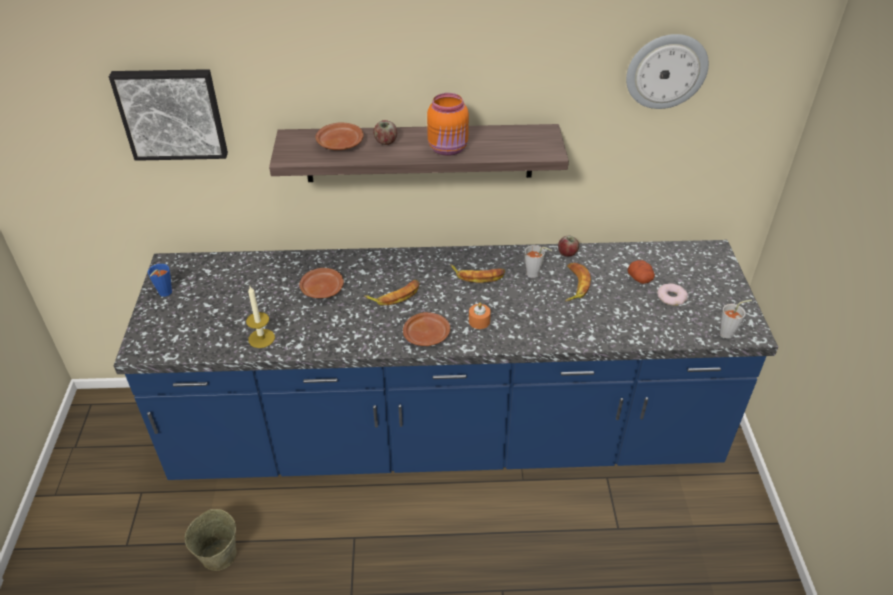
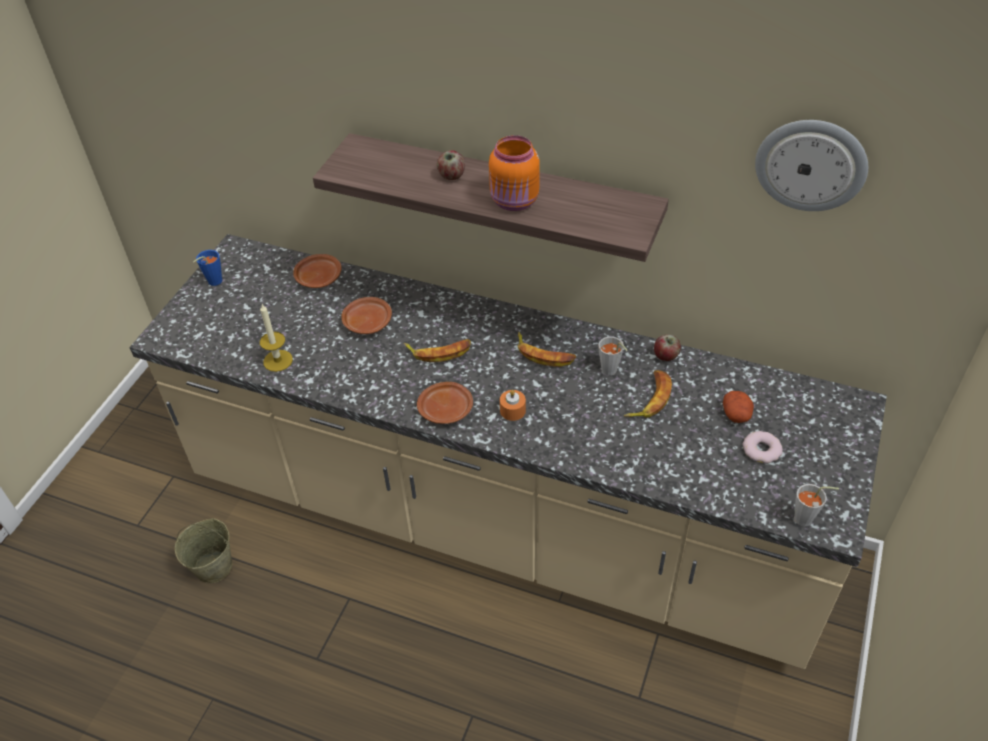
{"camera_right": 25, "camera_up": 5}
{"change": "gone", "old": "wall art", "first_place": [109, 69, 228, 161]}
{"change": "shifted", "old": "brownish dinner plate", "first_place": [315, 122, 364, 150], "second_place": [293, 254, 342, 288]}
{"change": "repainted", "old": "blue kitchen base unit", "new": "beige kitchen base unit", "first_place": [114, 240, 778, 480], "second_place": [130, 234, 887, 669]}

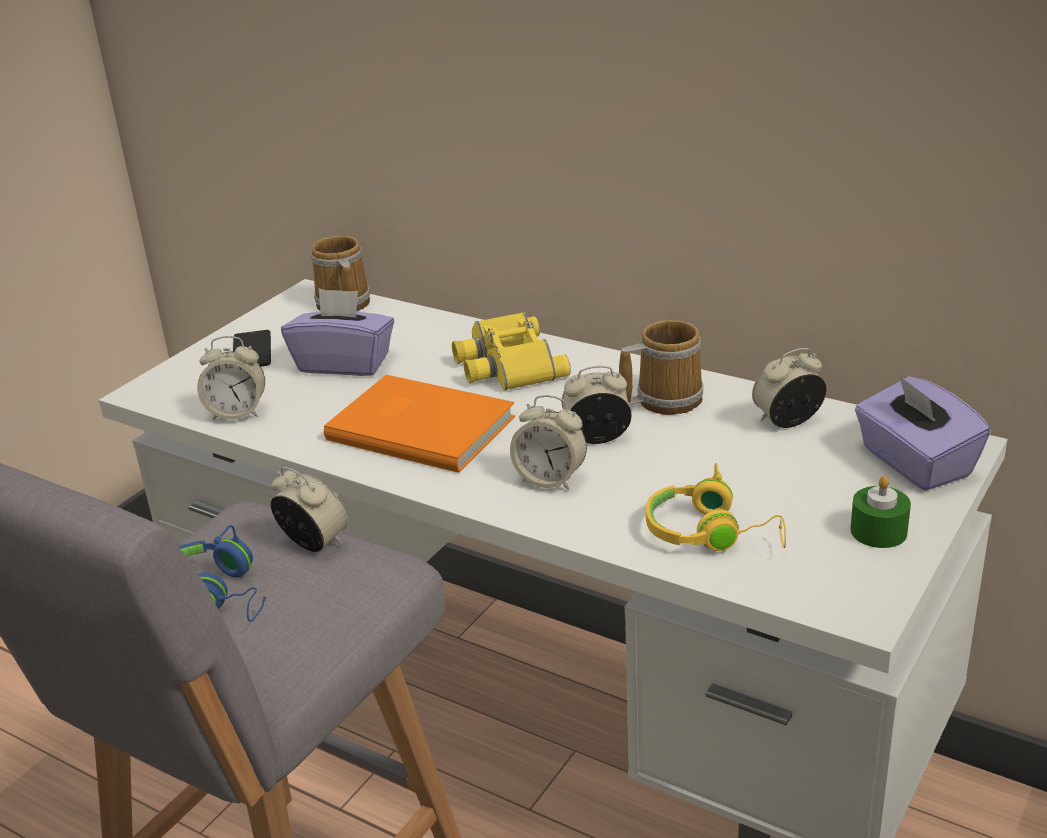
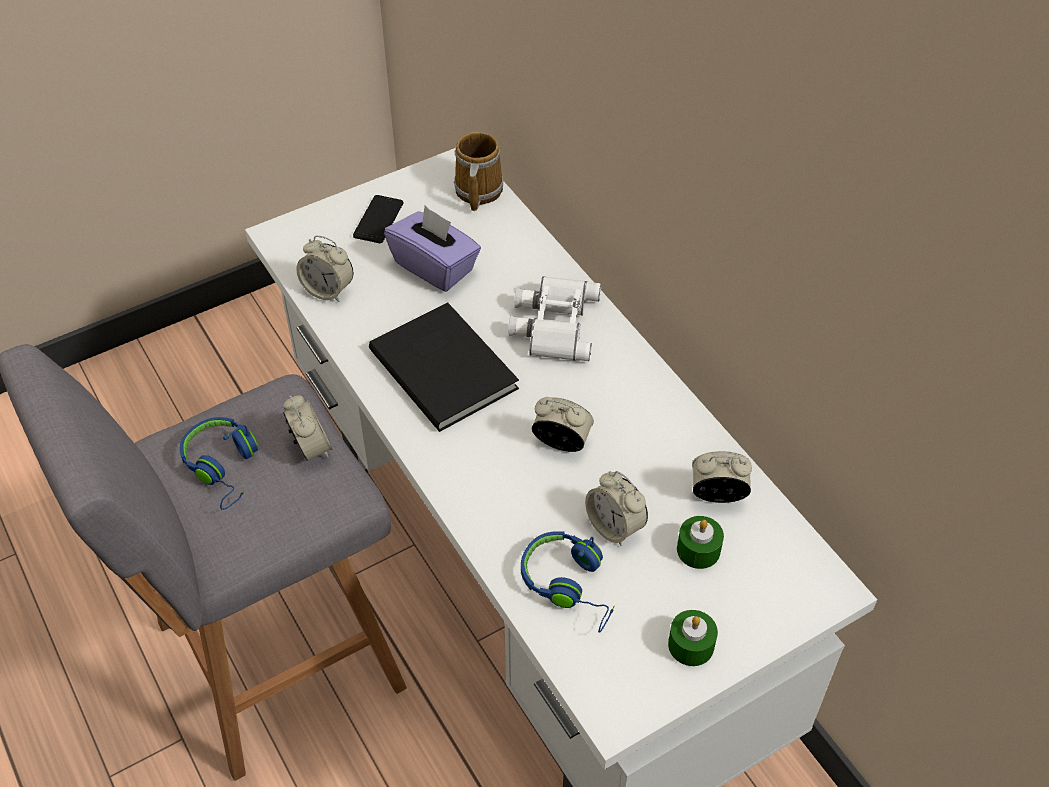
{"camera_right": 25, "camera_up": 20}
{"change": "gone", "old": "tea mug", "first_place": [619, 320, 703, 415]}
{"change": "gone", "old": "purple-coloured tissue holder", "first_place": [855, 374, 991, 491]}
{"change": "new", "new": "green wax candle", "second_place": [677, 516, 724, 569]}
{"change": "shifted", "old": "alarm clock", "first_place": [510, 395, 587, 490], "second_place": [585, 471, 648, 546]}
{"change": "repainted", "old": "orange-coloured book", "new": "black-coloured book", "first_place": [324, 375, 515, 473], "second_place": [369, 302, 519, 432]}
{"change": "repainted", "old": "yellowish pair of binoculars", "new": "whitish pair of binoculars", "first_place": [452, 312, 571, 391], "second_place": [508, 276, 601, 361]}
{"change": "repainted", "old": "yellowish headset", "new": "blue headset", "first_place": [646, 463, 786, 551], "second_place": [521, 531, 615, 633]}

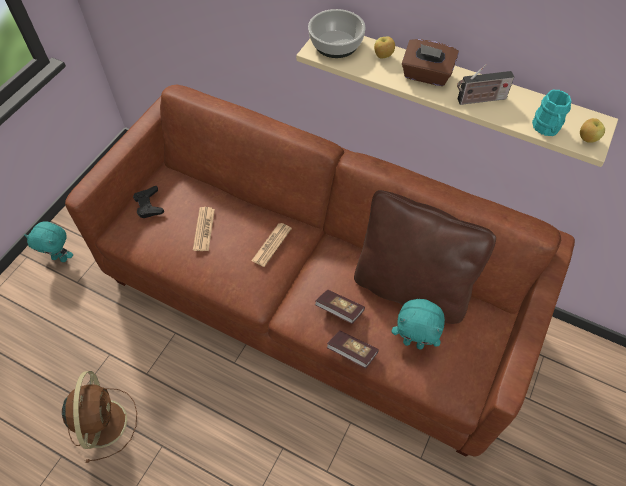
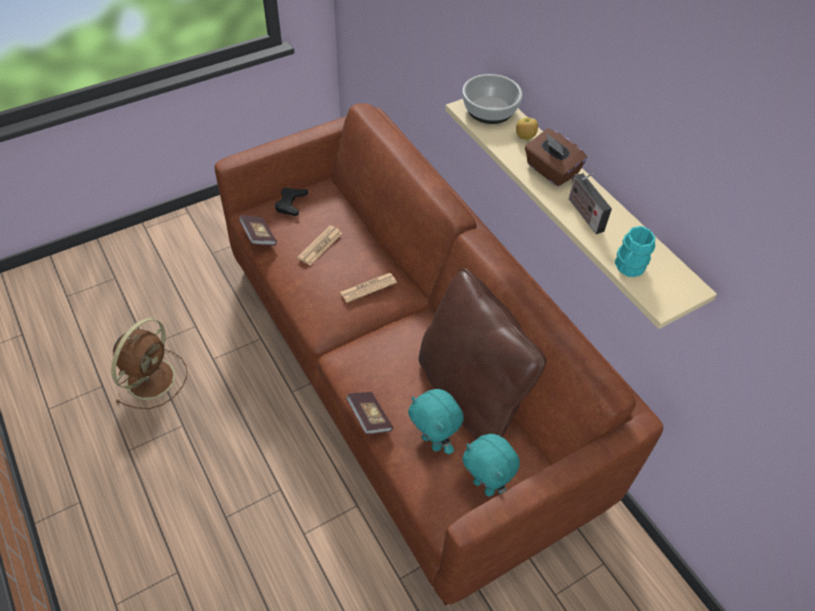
{"camera_right": 30, "camera_up": -5}
{"change": "gone", "old": "apple", "first_place": [580, 118, 605, 143]}
{"change": "shifted", "old": "turquoise soft toy", "first_place": [24, 222, 73, 262], "second_place": [462, 434, 520, 497]}
{"change": "shifted", "old": "book", "first_place": [315, 290, 365, 324], "second_place": [239, 215, 277, 245]}
{"change": "rotated", "old": "radio set", "first_place": [457, 64, 514, 105], "second_place": [569, 173, 612, 234], "degrees": 45}

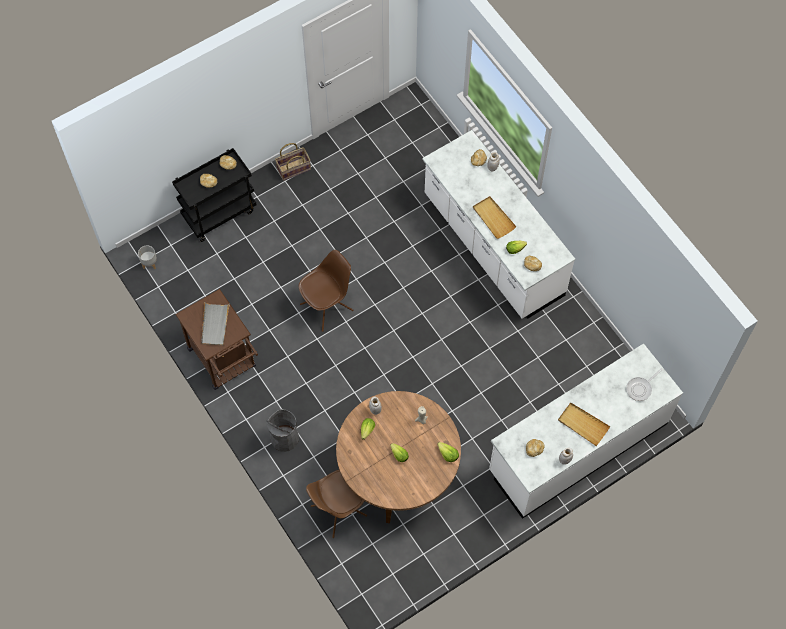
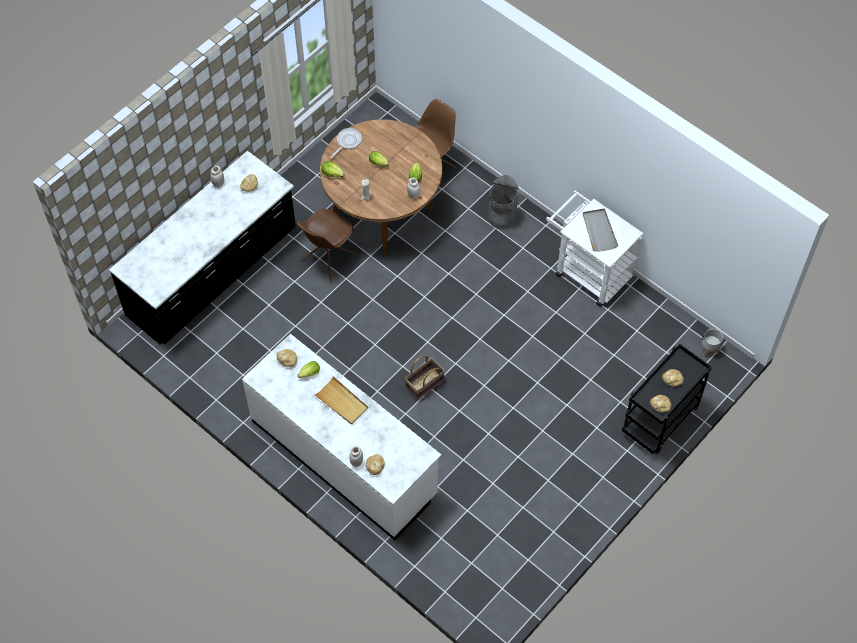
{"camera_right": 165, "camera_up": -5}
{"change": "gone", "old": "beige serving tray", "first_place": [558, 403, 610, 446]}
{"change": "shifted", "old": "basket", "first_place": [275, 143, 311, 181], "second_place": [405, 355, 445, 400]}
{"change": "shifted", "old": "brownish plain chair", "first_place": [299, 250, 353, 332], "second_place": [296, 209, 357, 282]}
{"change": "shifted", "old": "skillet", "first_place": [626, 368, 663, 401], "second_place": [330, 128, 362, 158]}
{"change": "repainted", "old": "brownish trolley", "new": "whitish trolley", "first_place": [175, 289, 258, 390], "second_place": [546, 191, 644, 307]}
{"change": "repainted", "old": "whitish kitchen base unit", "new": "black-coloured kitchen base unit", "first_place": [489, 343, 683, 519], "second_place": [109, 151, 296, 345]}

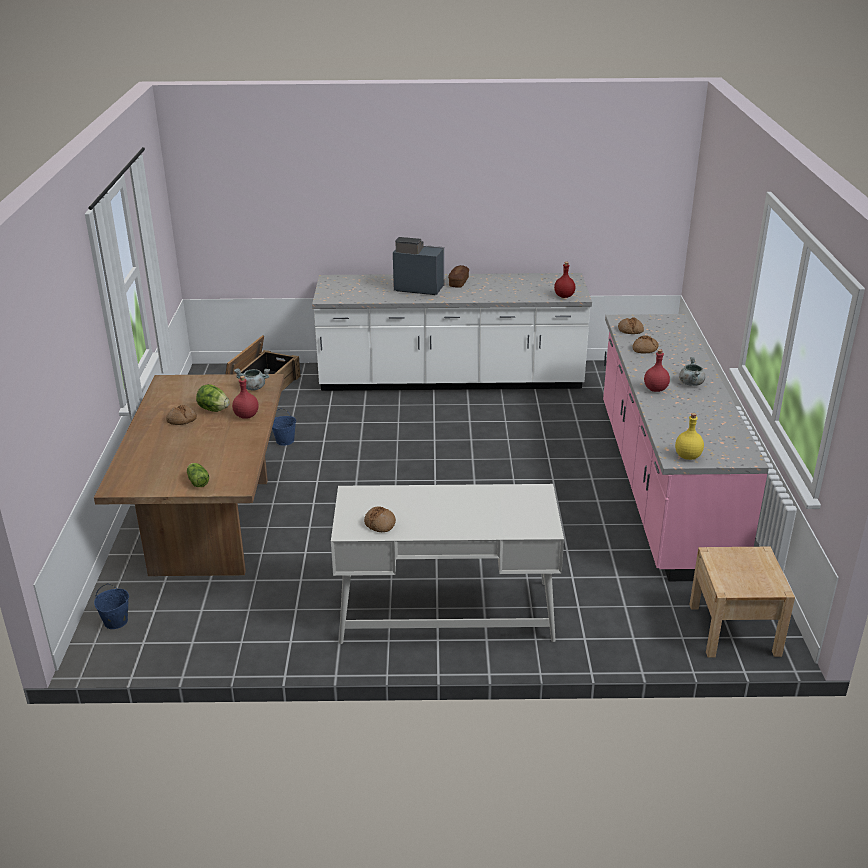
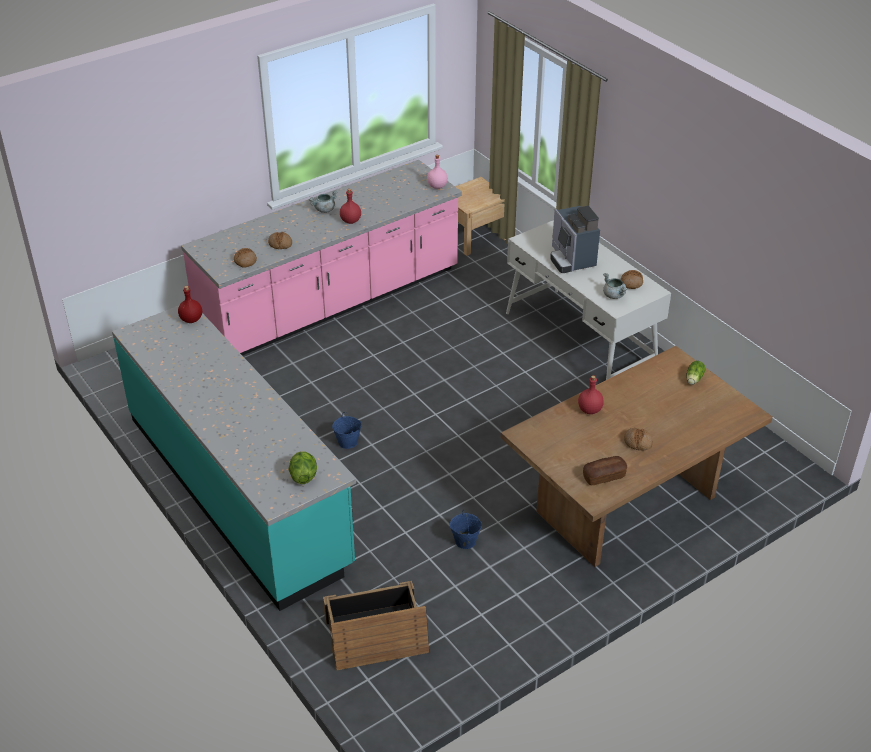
{"camera_right": -125, "camera_up": 10}
{"change": "shifted", "old": "blue bucket", "first_place": [94, 584, 129, 629], "second_place": [332, 412, 362, 449]}
{"change": "shifted", "old": "lettuce head", "first_place": [196, 384, 230, 412], "second_place": [288, 451, 317, 484]}
{"change": "shifted", "old": "greyish saucepot", "first_place": [234, 369, 270, 390], "second_place": [603, 273, 627, 299]}
{"change": "shifted", "old": "coffee maker", "first_place": [393, 237, 444, 295], "second_place": [550, 206, 600, 273]}
{"change": "shifted", "old": "bakery bread", "first_place": [448, 265, 469, 288], "second_place": [583, 456, 627, 485]}
{"change": "repainted", "old": "whitish kitchen base unit", "new": "turquoise kitchen base unit", "first_place": [312, 273, 592, 391], "second_place": [112, 306, 356, 611]}
{"change": "repainted", "old": "yellowish drink bottle", "new": "pinkish drink bottle", "first_place": [675, 413, 704, 460], "second_place": [427, 155, 448, 189]}

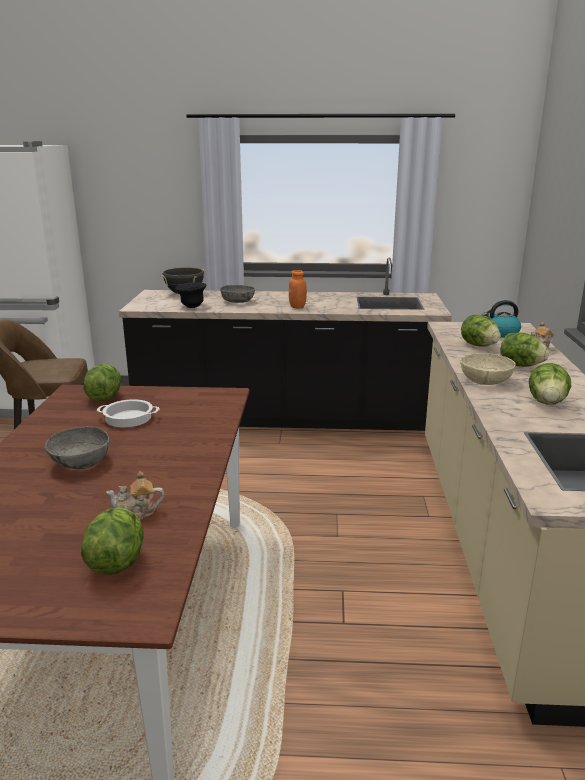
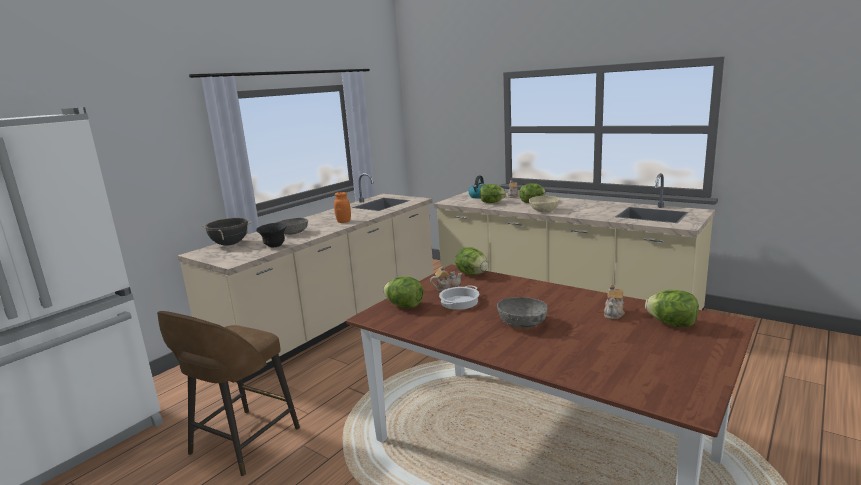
{"camera_right": -55, "camera_up": -5}
{"change": "new", "new": "pot for tea", "second_place": [430, 266, 462, 292]}
{"change": "shifted", "old": "lettuce head", "first_place": [529, 363, 571, 405], "second_place": [455, 247, 488, 275]}
{"change": "repainted", "old": "black-coloured kitchen base unit", "new": "beige kitchen base unit", "first_place": [119, 257, 452, 431], "second_place": [177, 173, 433, 383]}

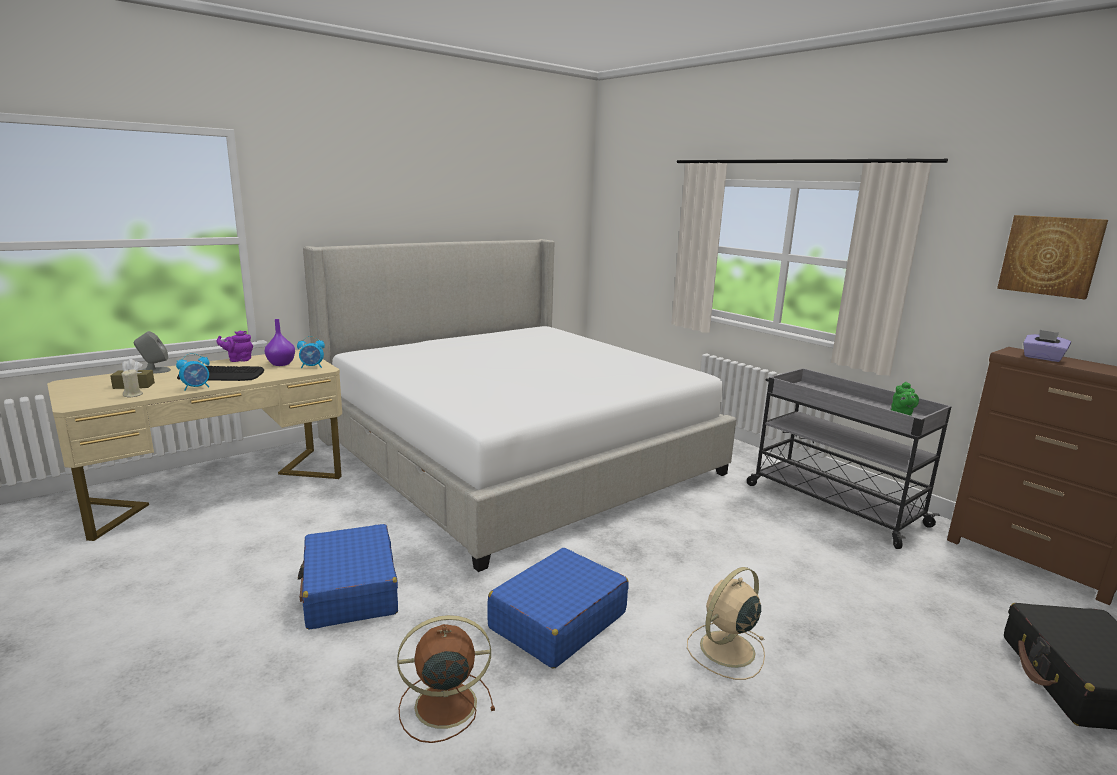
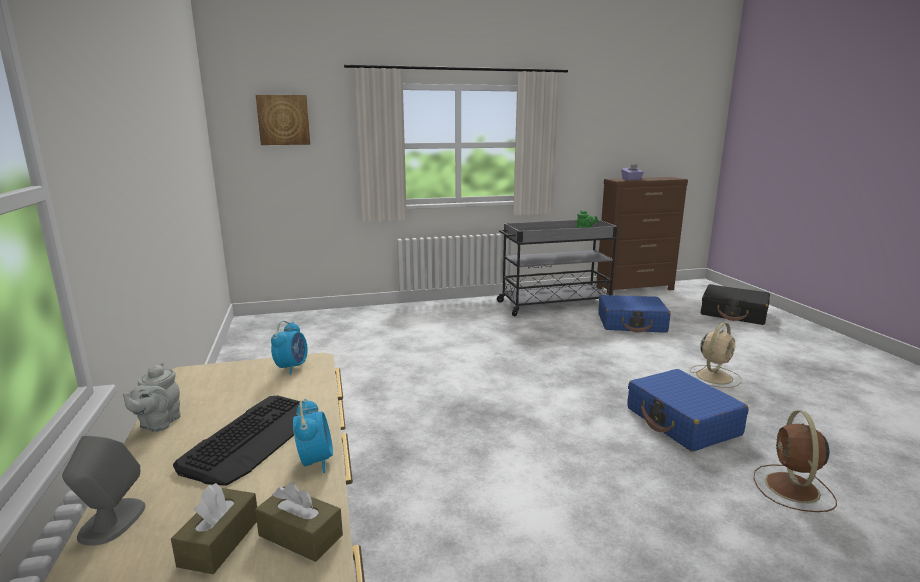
{"camera_right": -65, "camera_up": 0}
{"change": "gone", "old": "purple-coloured vase", "first_place": [265, 319, 295, 366]}
{"change": "gone", "old": "sleeping bed", "first_place": [303, 239, 736, 572]}
{"change": "shifted", "old": "blue piece of luggage", "first_place": [298, 524, 398, 629], "second_place": [598, 295, 671, 333]}
{"change": "shifted", "old": "wall art", "first_place": [997, 215, 1108, 299], "second_place": [256, 95, 310, 145]}
{"change": "swapped", "old": "beige wax candle", "new": "brownish tissue holder", "first_place": [122, 370, 143, 398], "second_place": [255, 482, 343, 562]}
{"change": "repainted", "old": "purple-coloured pot for tea", "new": "greyish pot for tea", "first_place": [217, 331, 253, 362], "second_place": [123, 362, 181, 432]}
{"change": "rotated", "old": "beige electric fan", "first_place": [687, 567, 765, 680], "second_place": [690, 322, 742, 388], "degrees": -120}

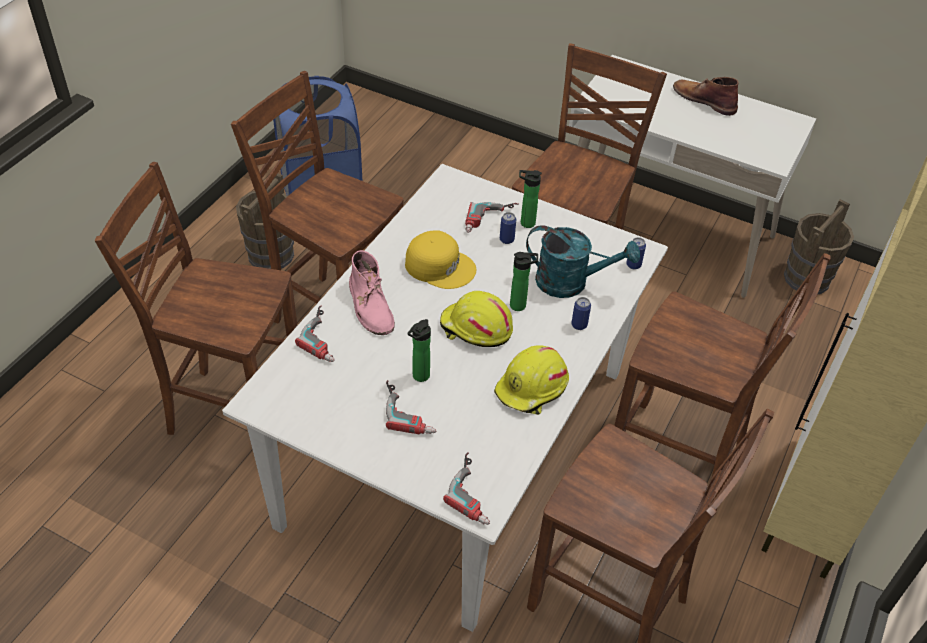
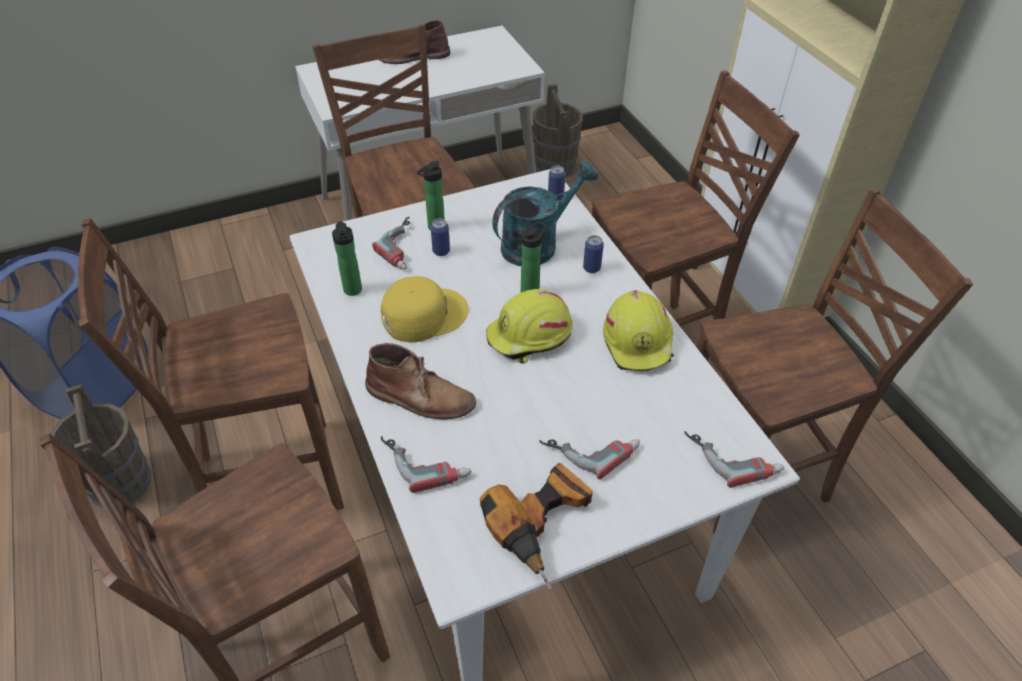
{"camera_right": -50, "camera_up": 0}
{"change": "new", "new": "electric drill", "second_place": [480, 462, 593, 590]}
{"change": "shifted", "old": "drink bottle", "first_place": [407, 319, 431, 382], "second_place": [332, 221, 362, 296]}
{"change": "repainted", "old": "pinkish boot", "new": "brownish boot", "first_place": [349, 250, 395, 335], "second_place": [365, 343, 476, 420]}

